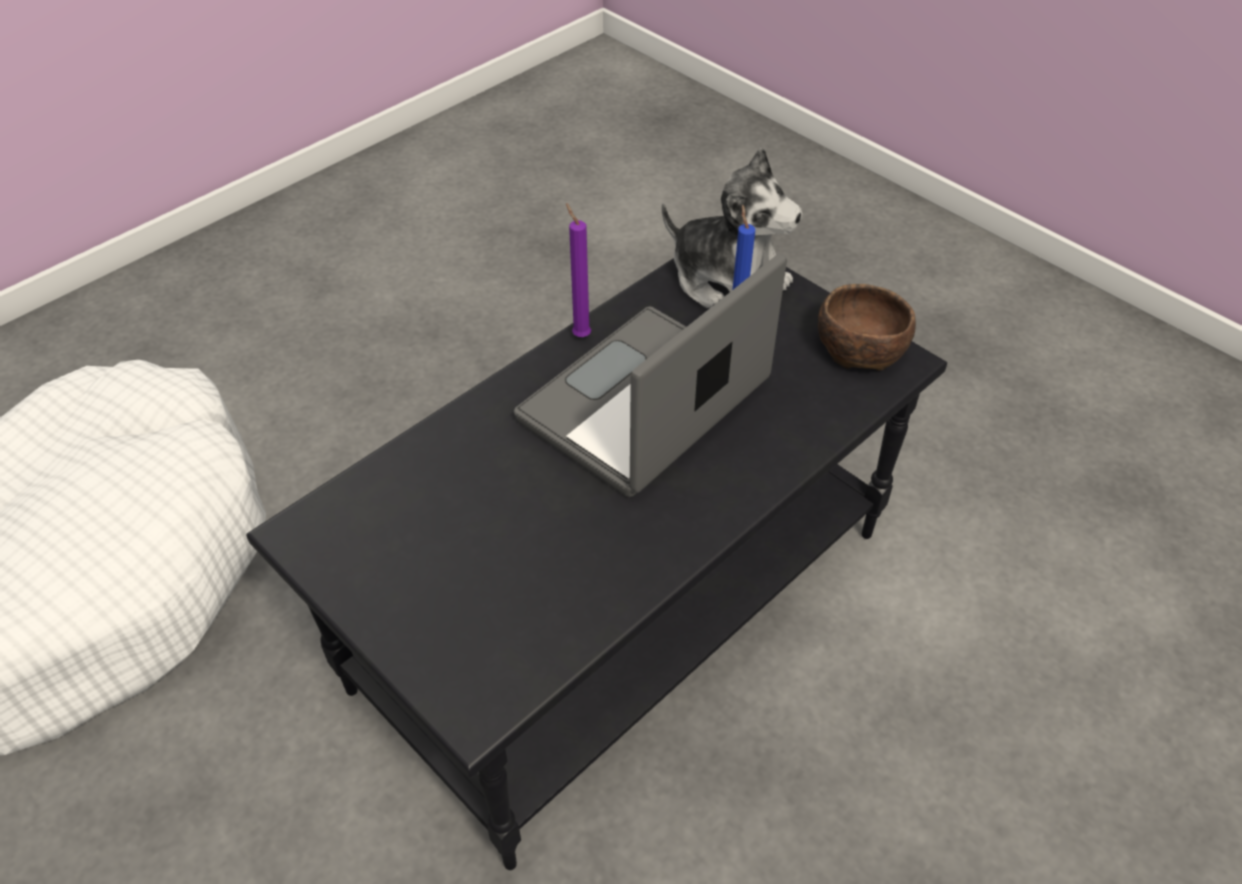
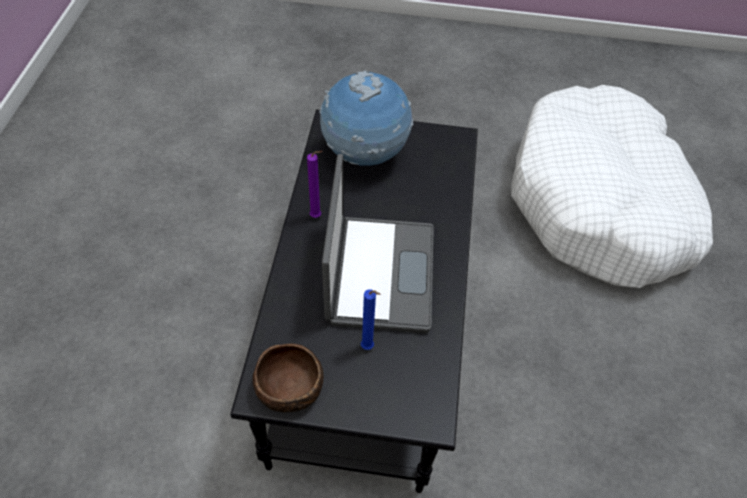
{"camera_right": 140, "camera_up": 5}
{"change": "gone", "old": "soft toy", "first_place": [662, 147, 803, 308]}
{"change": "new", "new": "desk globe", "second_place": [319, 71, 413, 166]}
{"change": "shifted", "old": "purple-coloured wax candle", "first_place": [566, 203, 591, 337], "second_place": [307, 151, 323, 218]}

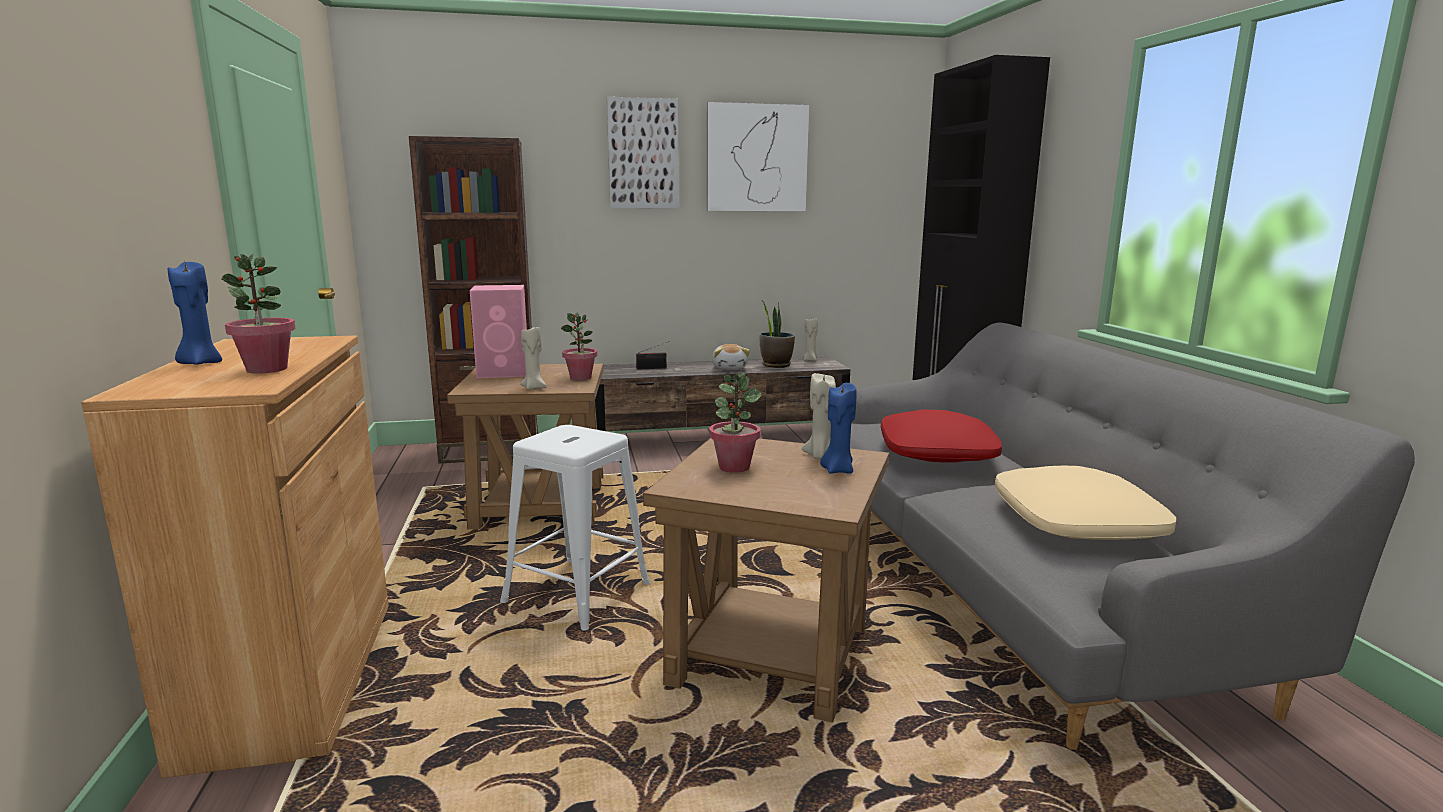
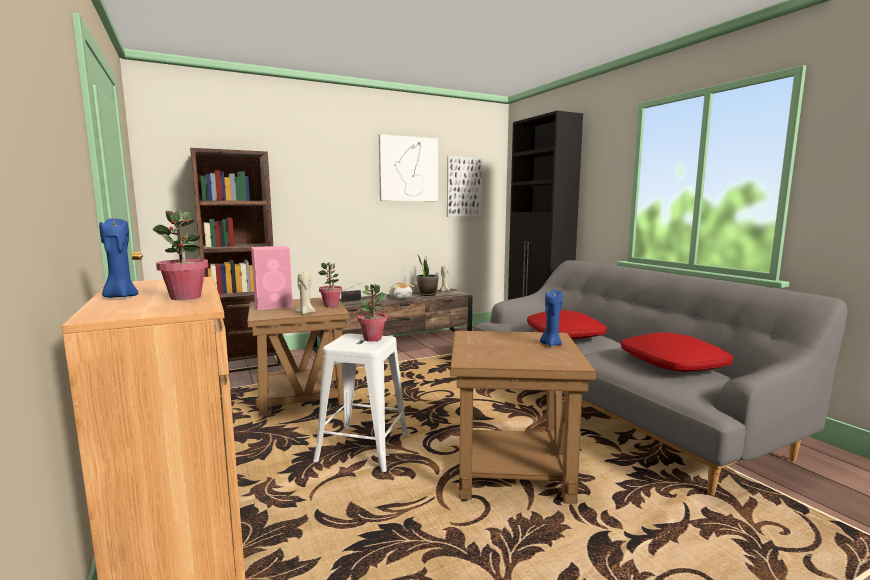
{"camera_right": -15, "camera_up": -5}
{"change": "gone", "old": "beige wax candle", "first_place": [801, 373, 836, 460]}
{"change": "shifted", "old": "wall art", "first_place": [607, 97, 679, 208], "second_place": [447, 156, 482, 217]}
{"change": "shifted", "old": "plant in a pot", "first_place": [709, 373, 762, 473], "second_place": [357, 284, 387, 341]}
{"change": "repainted", "old": "beige throw pillow", "new": "reddish throw pillow", "first_place": [995, 466, 1176, 540], "second_place": [621, 332, 733, 372]}

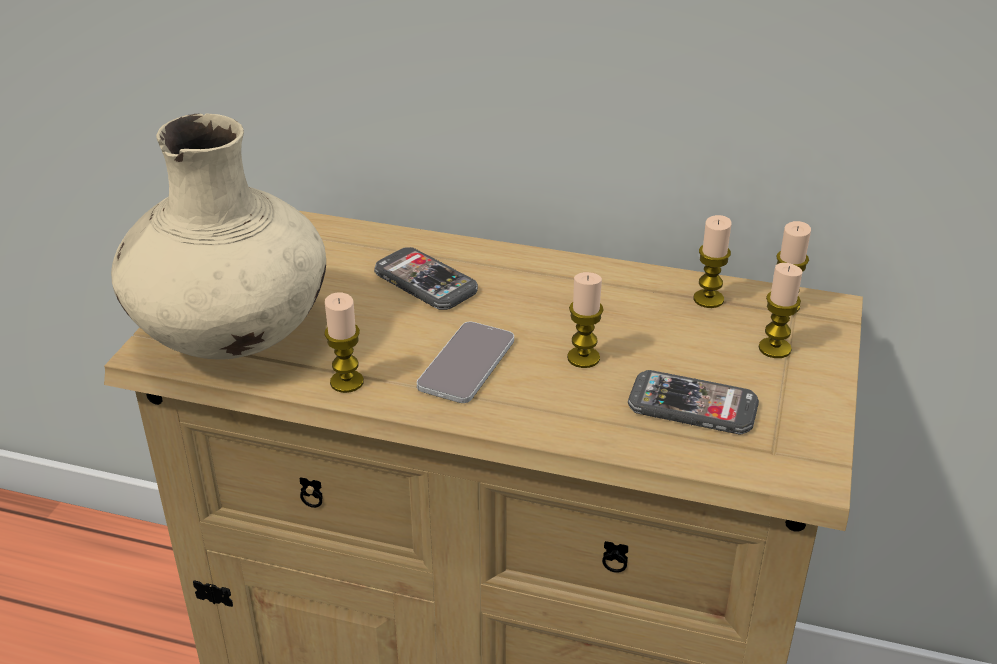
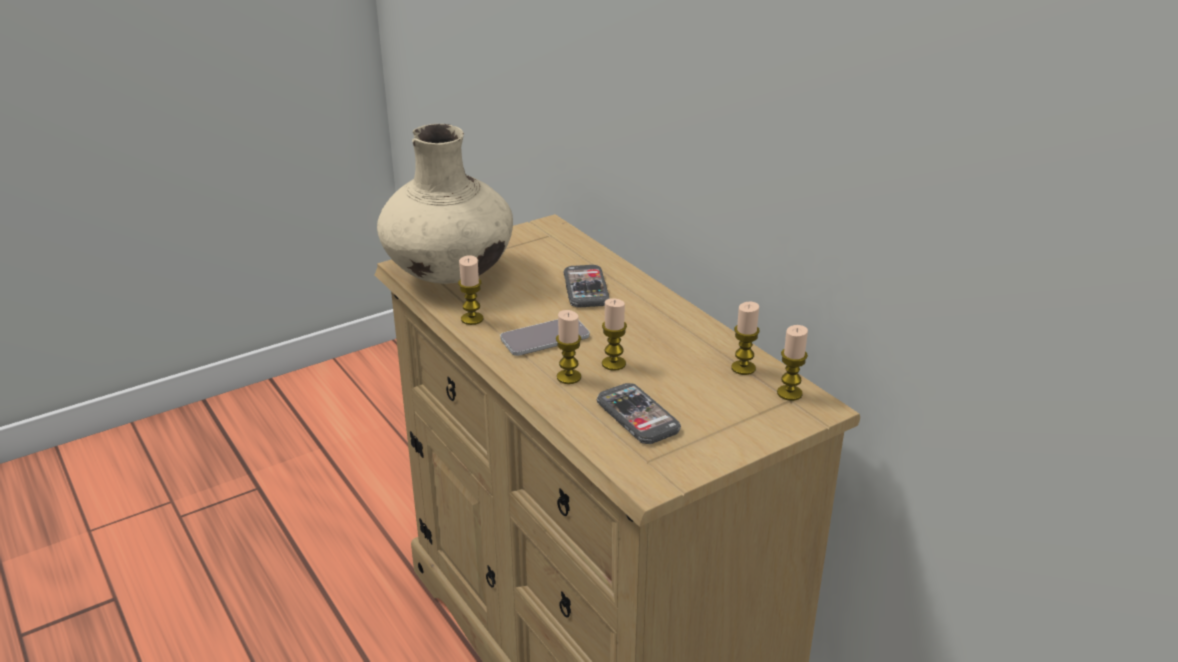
{"camera_right": 40, "camera_up": -5}
{"change": "shifted", "old": "wax candle", "first_place": [759, 263, 803, 358], "second_place": [556, 310, 581, 384]}

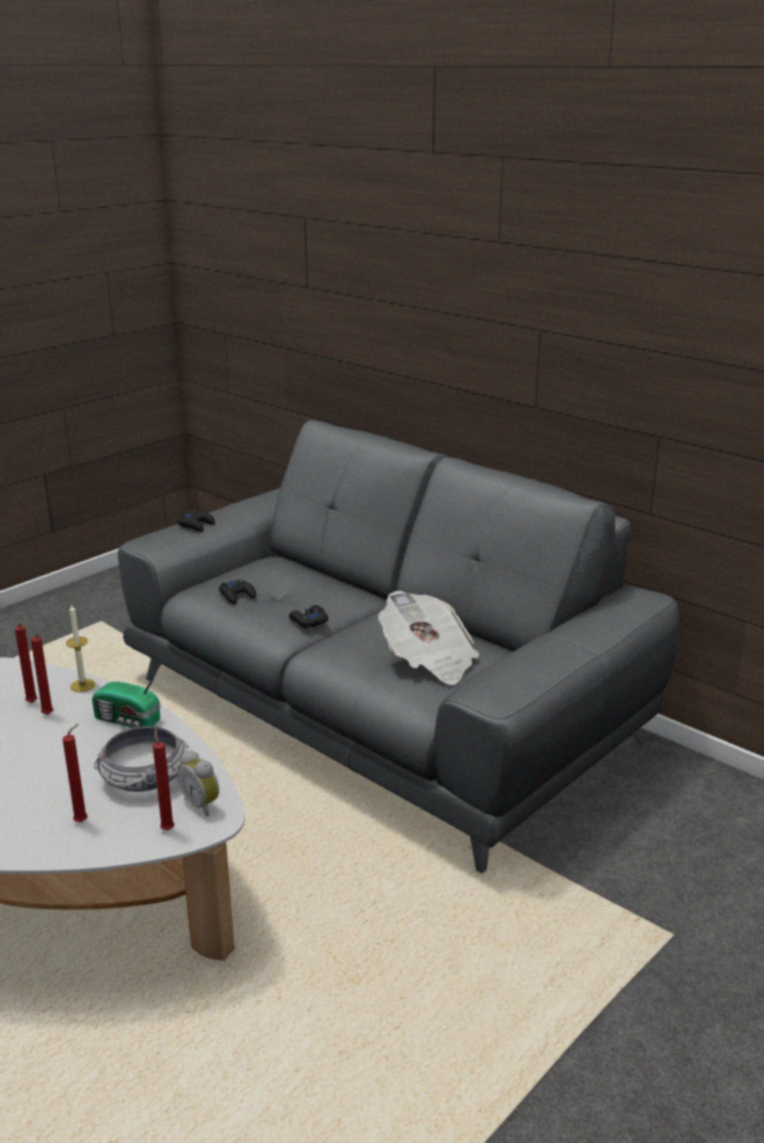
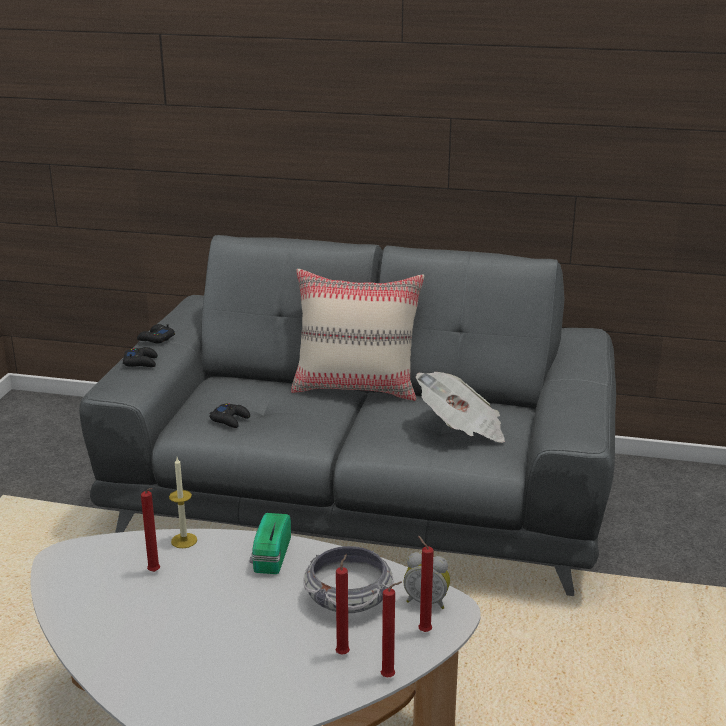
{"camera_right": -30, "camera_up": 0}
{"change": "new", "new": "beige throw pillow", "second_place": [291, 269, 424, 401]}
{"change": "shifted", "old": "reddish wax candle", "first_place": [31, 632, 53, 715], "second_place": [381, 582, 402, 677]}
{"change": "shifted", "old": "black-coloured joypad", "first_place": [289, 605, 328, 628], "second_place": [137, 324, 175, 343]}
{"change": "rotated", "old": "radio set", "first_place": [92, 665, 161, 728], "second_place": [250, 513, 291, 574], "degrees": 105}

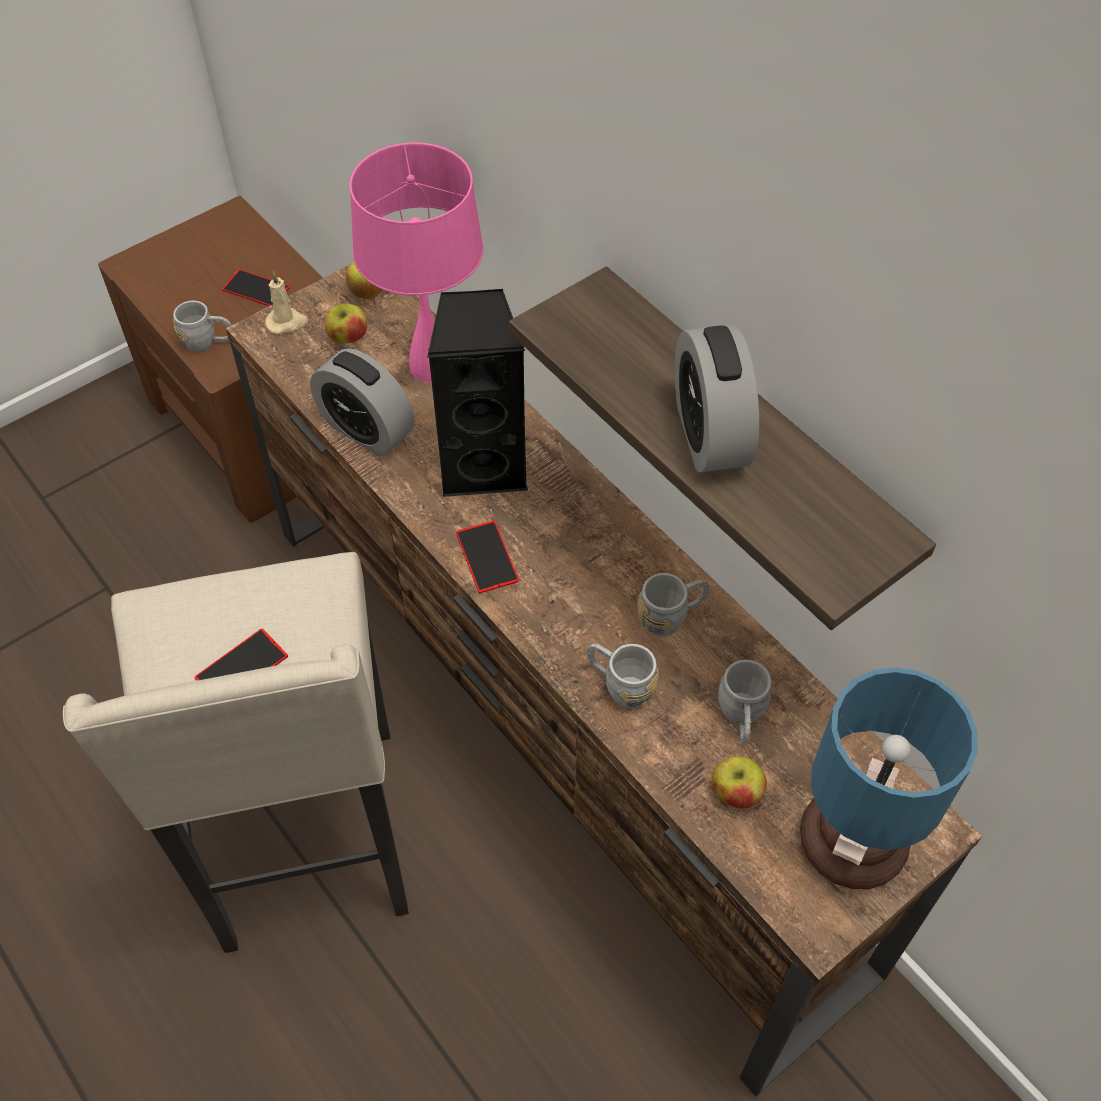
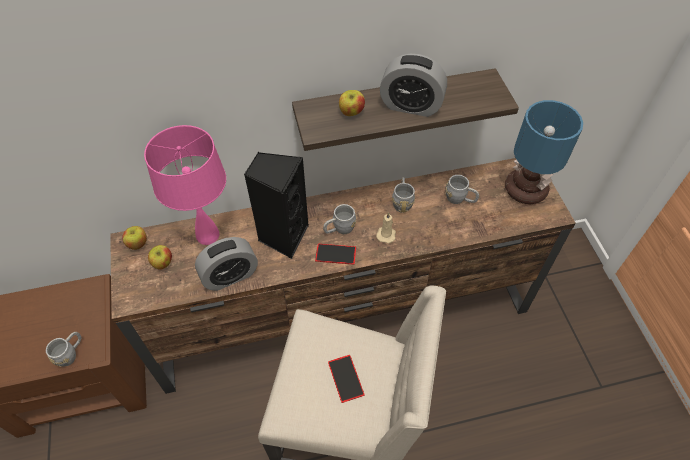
{"camera_right": -65, "camera_up": 0}
{"change": "gone", "old": "telephone", "first_place": [222, 269, 290, 306]}
{"change": "shifted", "old": "beige wax candle", "first_place": [265, 272, 308, 334], "second_place": [376, 212, 396, 243]}
{"change": "shifted", "old": "greyish tea mug", "first_place": [587, 643, 659, 708], "second_place": [323, 204, 356, 234]}
{"change": "shifted", "old": "apple", "first_place": [712, 756, 767, 809], "second_place": [339, 90, 365, 116]}

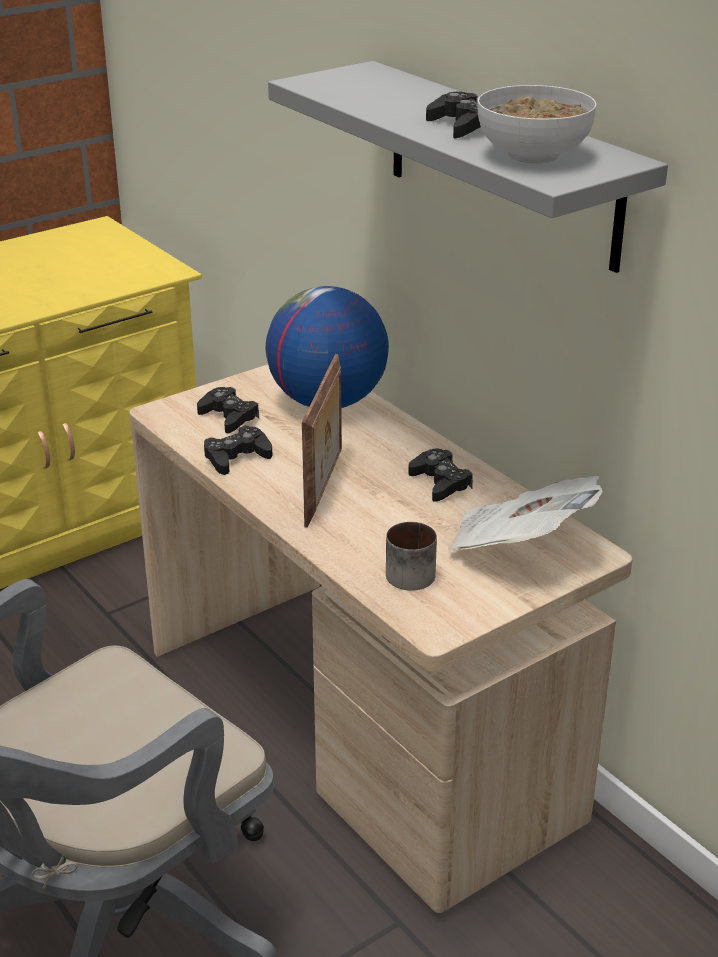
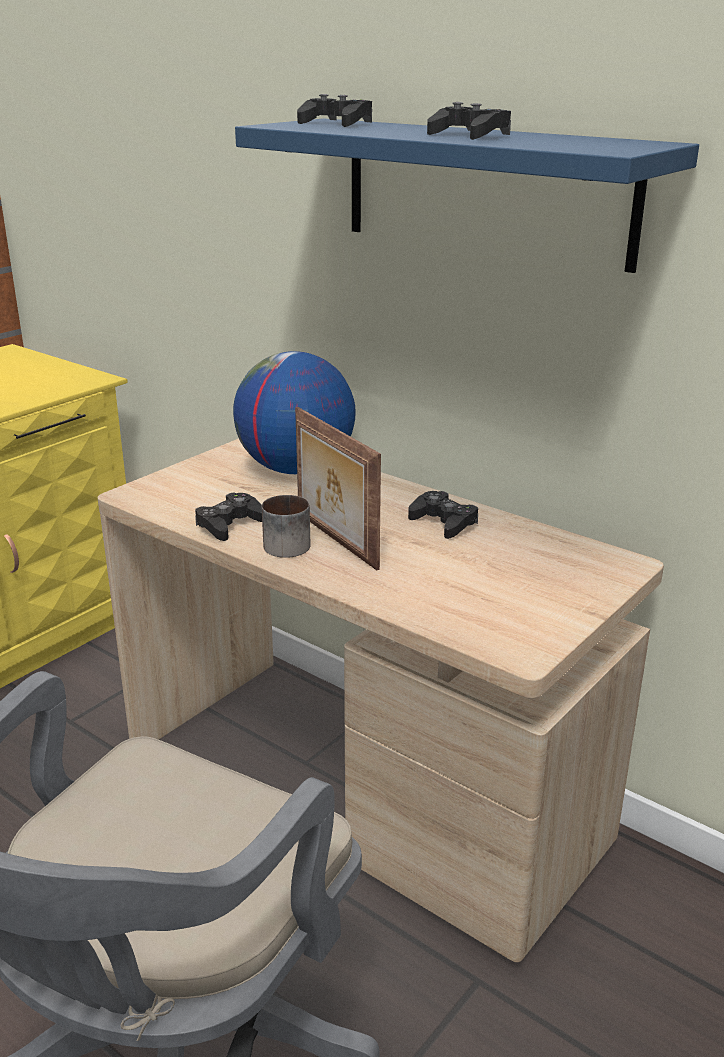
{"camera_right": -15, "camera_up": -5}
{"change": "gone", "old": "daily paper", "first_place": [448, 476, 602, 550]}
{"change": "gone", "old": "serving bowl", "first_place": [477, 85, 596, 164]}
{"change": "shifted", "old": "black-coloured joypad", "first_place": [197, 387, 259, 433], "second_place": [297, 94, 372, 127]}
{"change": "shifted", "old": "tea mug", "first_place": [386, 522, 437, 591], "second_place": [262, 495, 310, 558]}
{"change": "repainted", "old": "greyish shelf", "new": "blue shelf", "first_place": [268, 61, 668, 273], "second_place": [235, 118, 699, 273]}
{"change": "rotated", "old": "picture frame", "first_place": [302, 354, 342, 528], "second_place": [295, 407, 381, 570], "degrees": 150}

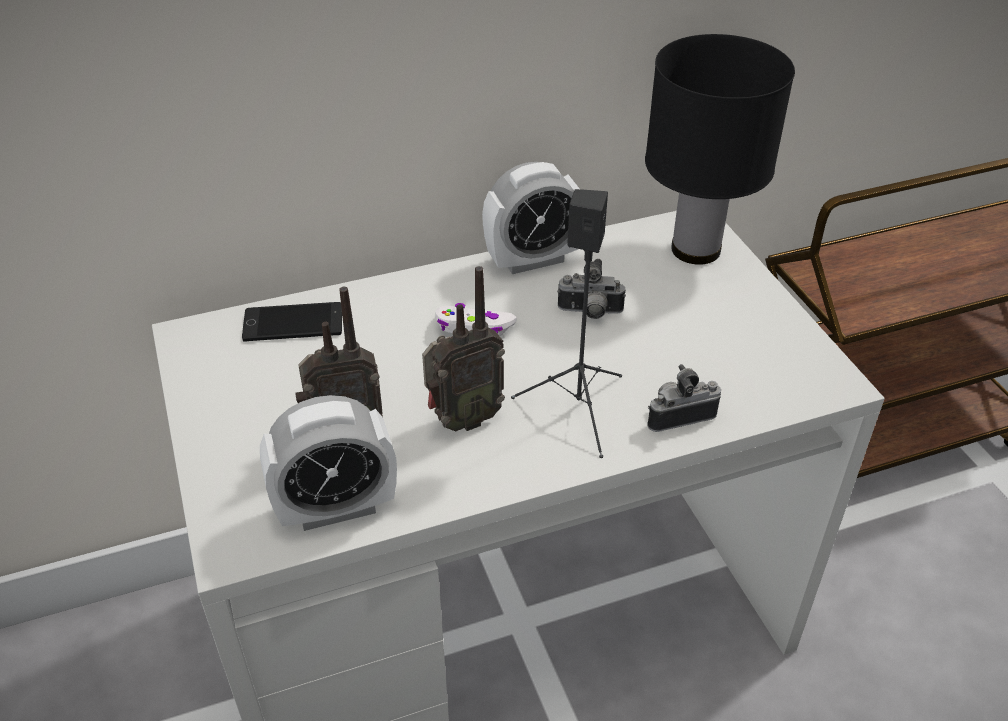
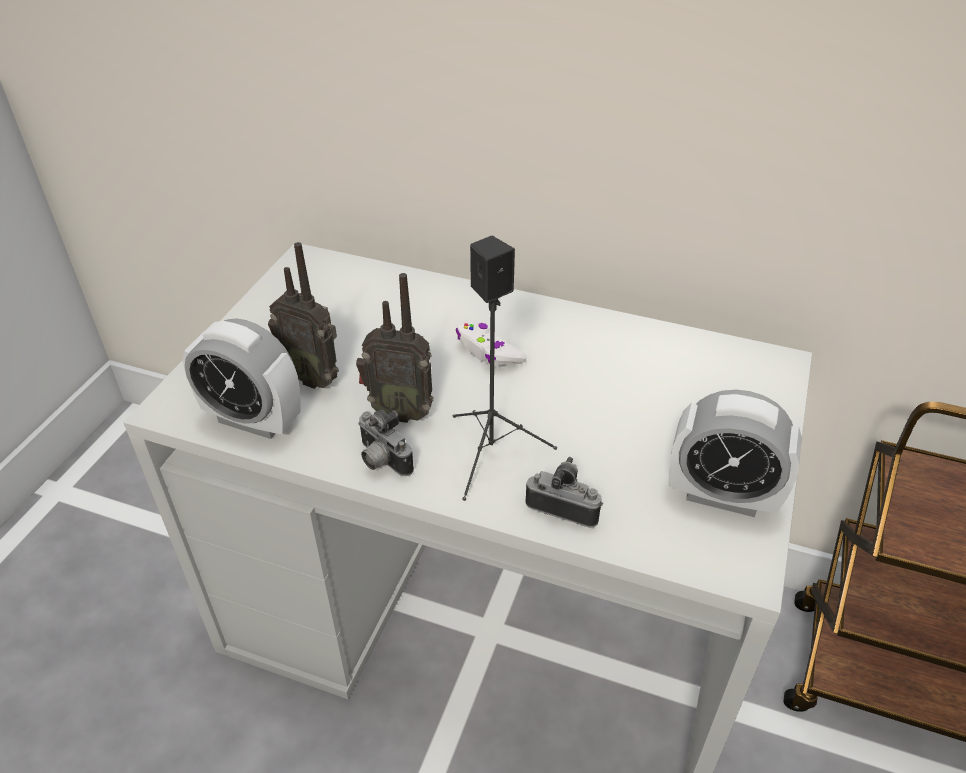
{"camera_right": 40, "camera_up": 0}
{"change": "gone", "old": "telephone", "first_place": [242, 302, 342, 342]}
{"change": "gone", "old": "black-coloured tabletop lamp", "first_place": [645, 34, 795, 265]}
{"change": "shifted", "old": "alarm clock", "first_place": [482, 162, 580, 274], "second_place": [670, 390, 802, 517]}
{"change": "shifted", "old": "still camera", "first_place": [557, 259, 626, 319], "second_place": [358, 409, 414, 476]}

